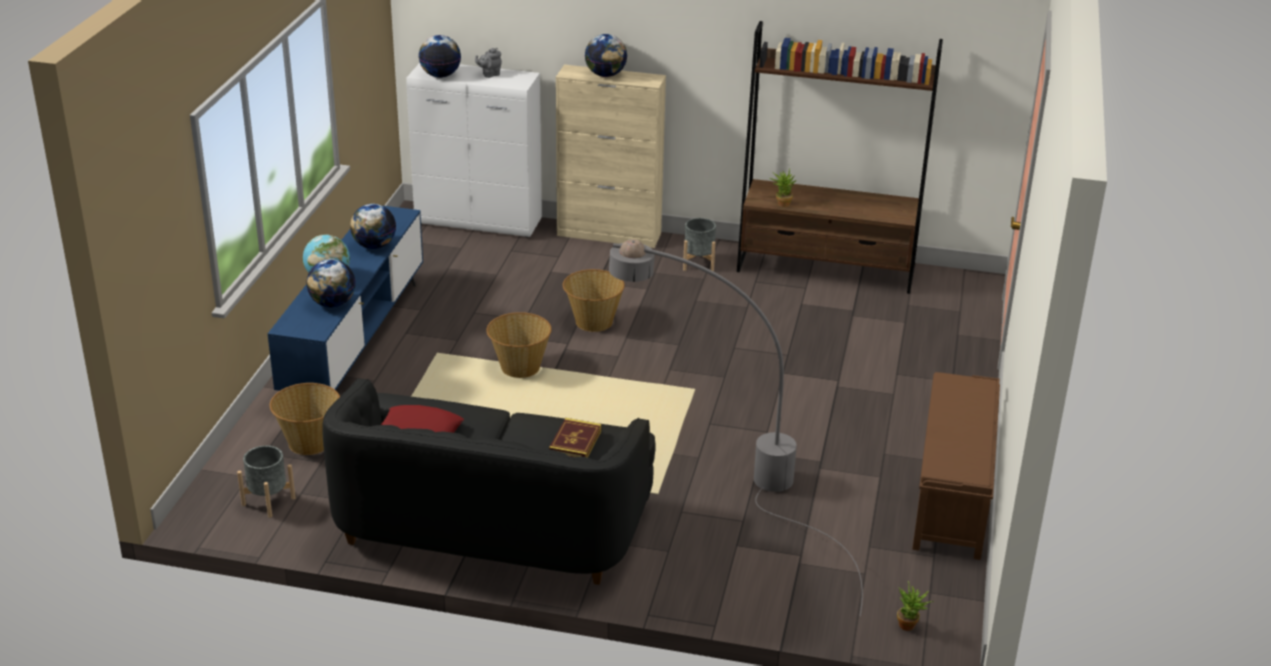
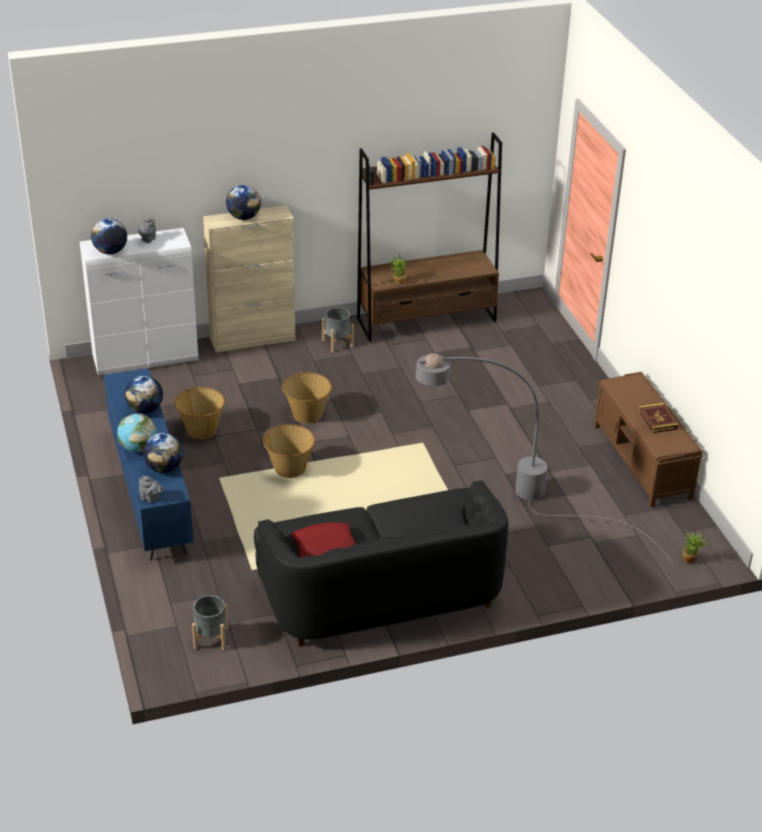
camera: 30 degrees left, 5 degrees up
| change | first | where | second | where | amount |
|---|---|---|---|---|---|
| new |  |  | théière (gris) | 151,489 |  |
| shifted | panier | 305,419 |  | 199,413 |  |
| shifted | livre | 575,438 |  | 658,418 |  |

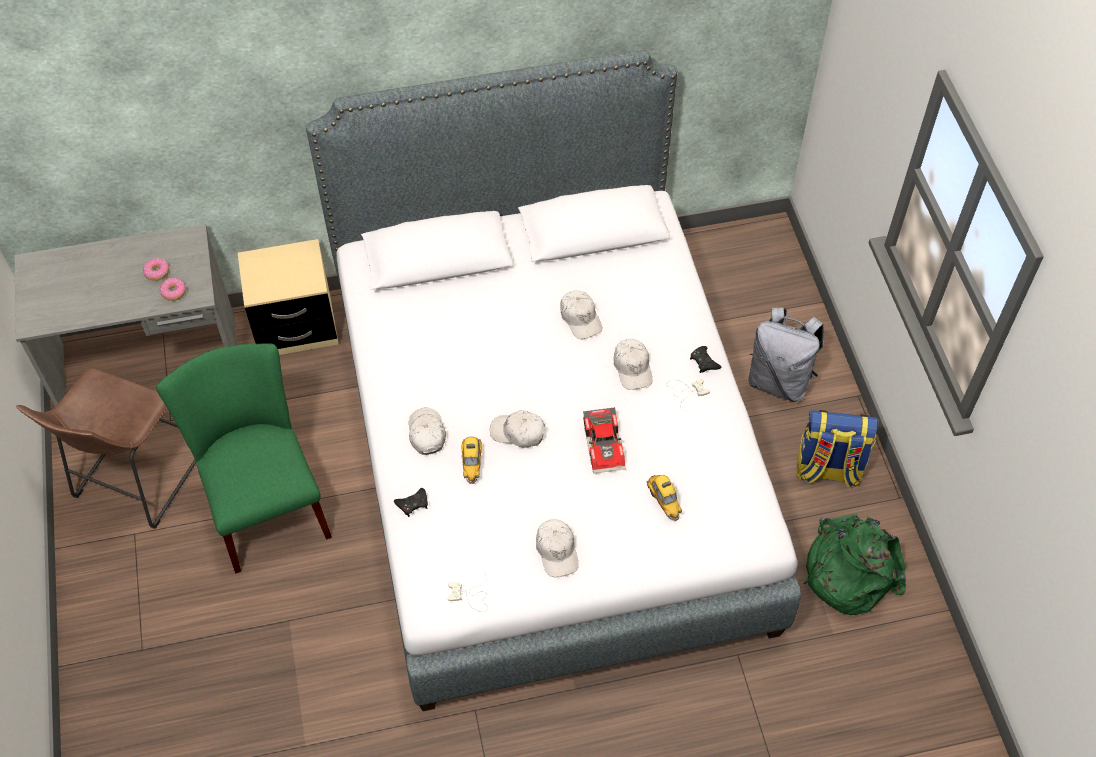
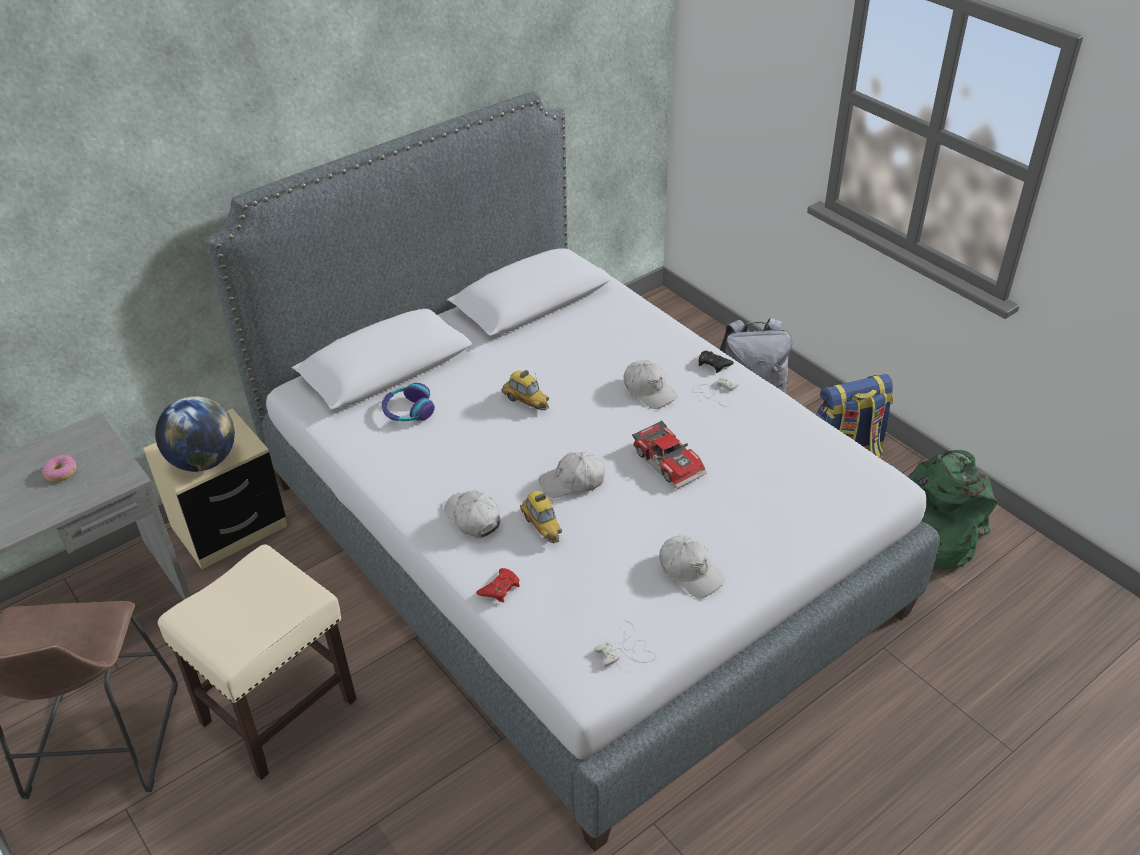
camera: 25 degrees left, 15 degrees down
| change | first | where | second | where | amount |
|---|---|---|---|---|---|
| gone | beignet | 173,289 |  |  |  |
| gone | casquette (blanc) | 582,314 |  |  |  |
| new |  |  | globe | 195,434 |  |
| new |  |  | casque audio | 408,402 |  |
| shifted | petite voiture | 664,498 |  | 525,390 |  |
| swapped | chaise (vert) | 244,458 | tabouret (beige) | 257,662 |  |
| repainted | manette (noir) | 411,502 | manette (rouge) | 498,585 |  |

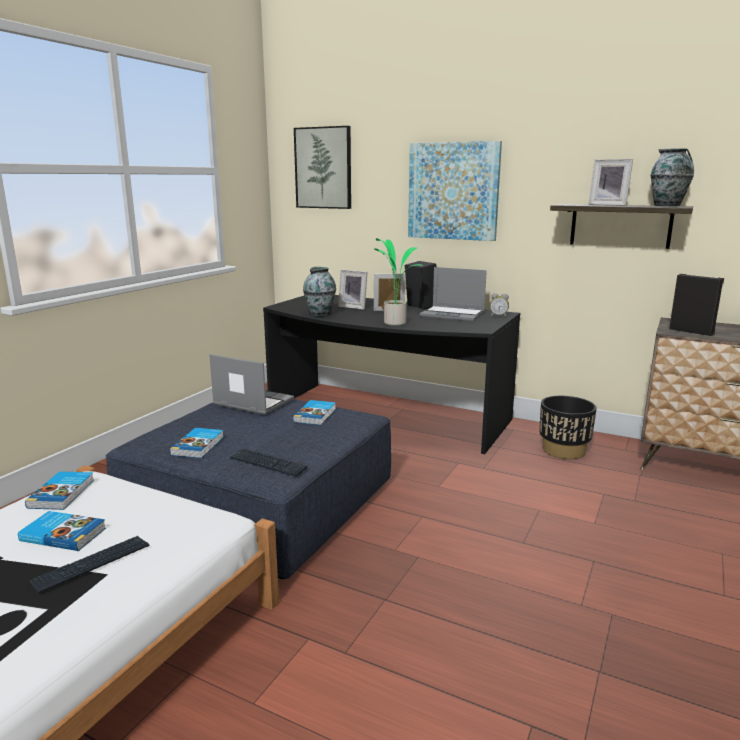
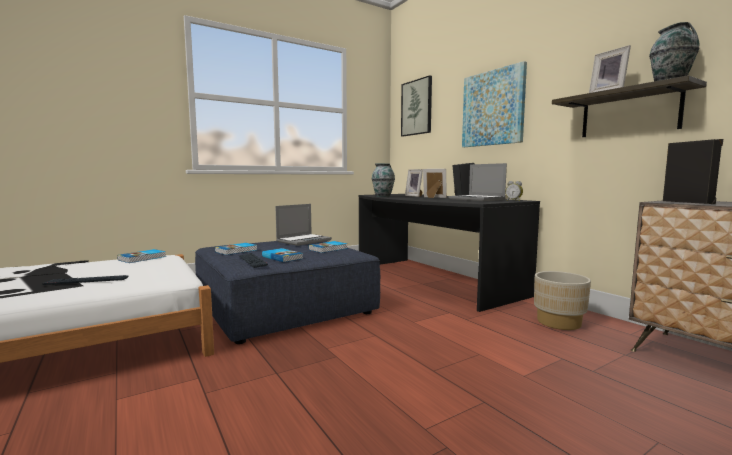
camera: 30 degrees right, 10 degrees down
| change | first | where | second | where | amount |
|---|---|---|---|---|---|
| gone | plante en pot | 398,282 |  |  |  |
| shifted | livre | 62,531 |  | 282,255 |  |
| repainted | cache-pot (noir) | 568,427 | cache-pot (beige) | 562,300 |  |
| rotated | ordinateur portable | 251,384 |  | 303,225 | 75 degrees clockwise |

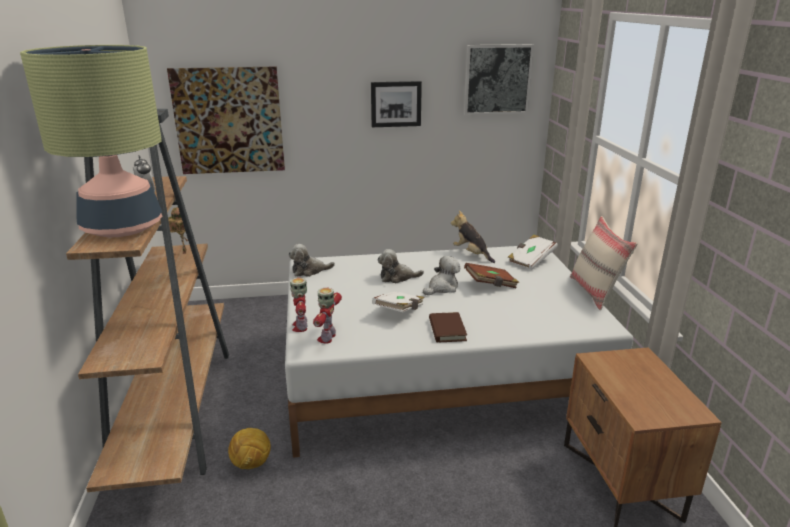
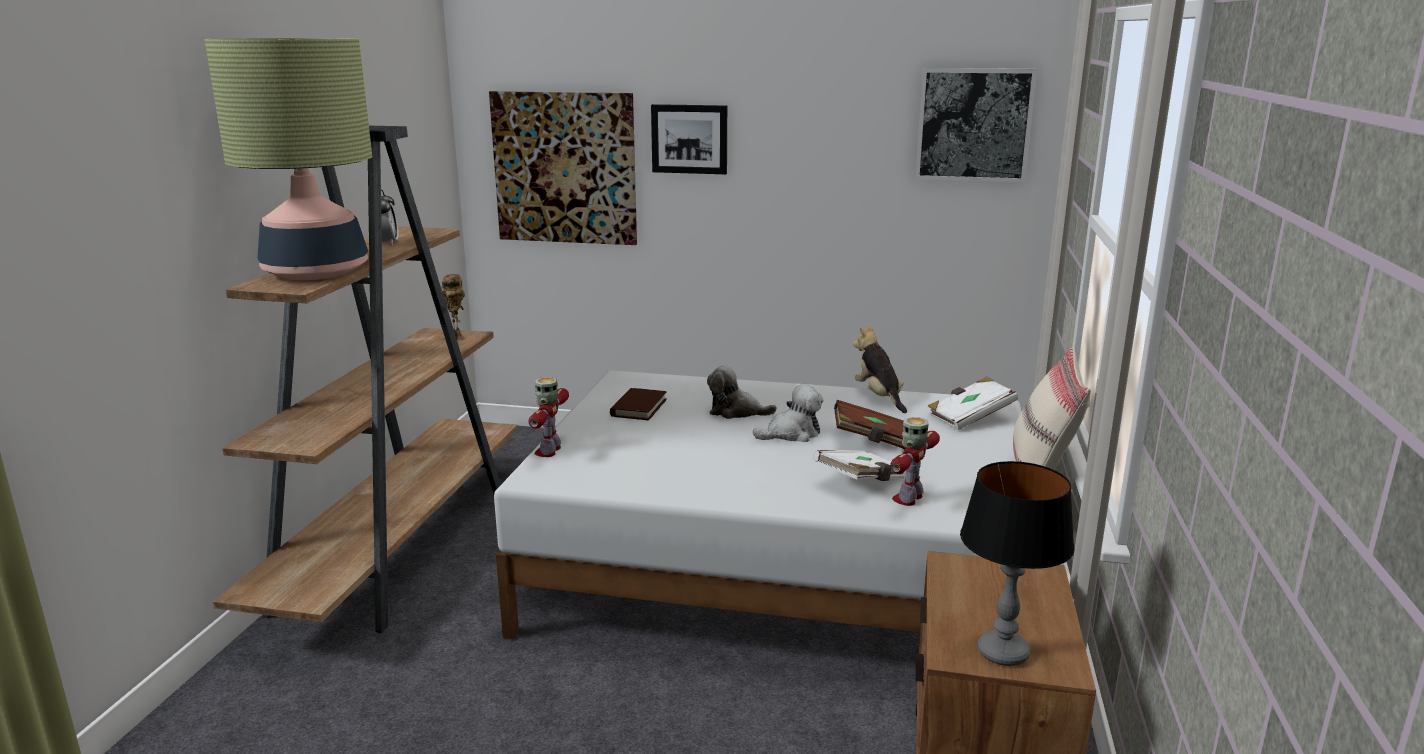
camera: 20 degrees right, 5 degrees down
| change | first | where | second | where | amount |
|---|---|---|---|---|---|
| gone | ballon de foot | 249,448 |  |  |  |
| gone | peluche | 312,260 |  |  |  |
| new |  |  | lampe de table | 1017,563 |  |
| shifted | robot jouet | 327,316 |  | 915,461 |  |
| shifted | tableau | 396,104 |  | 689,139 |  |
| shifted | livre (blanc) | 398,301 |  | 858,465 |  |
| shifted | livre (marron) | 448,327 |  | 638,404 |  |

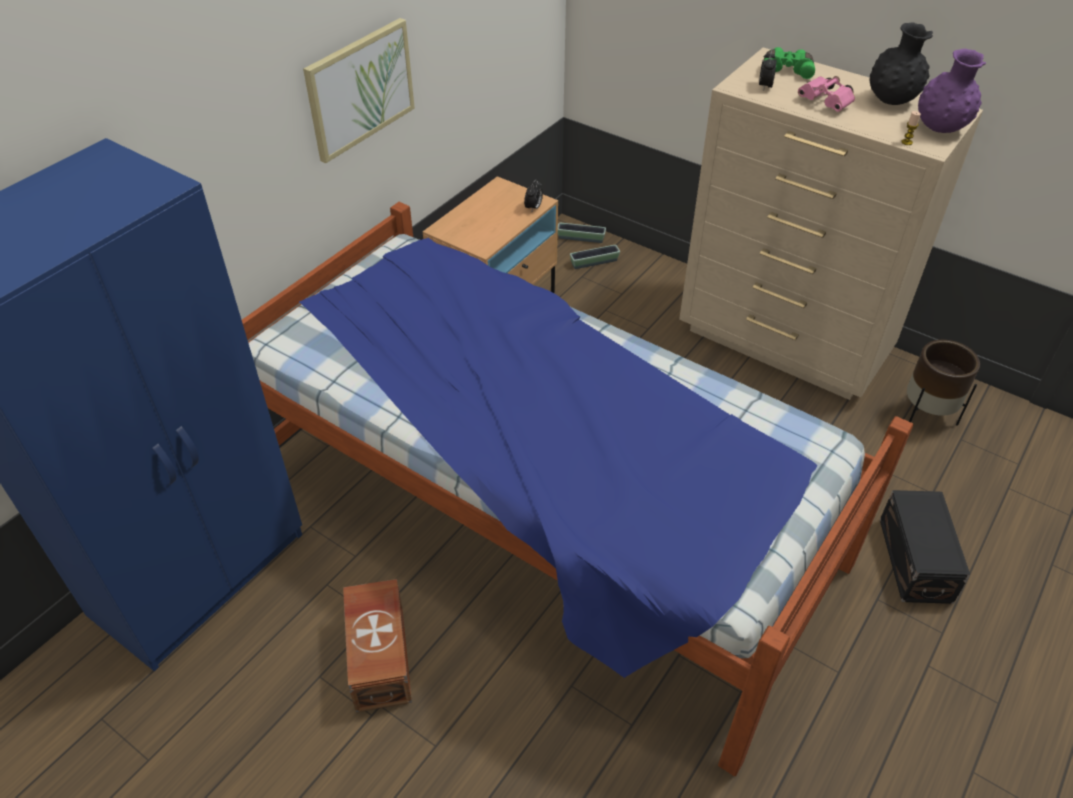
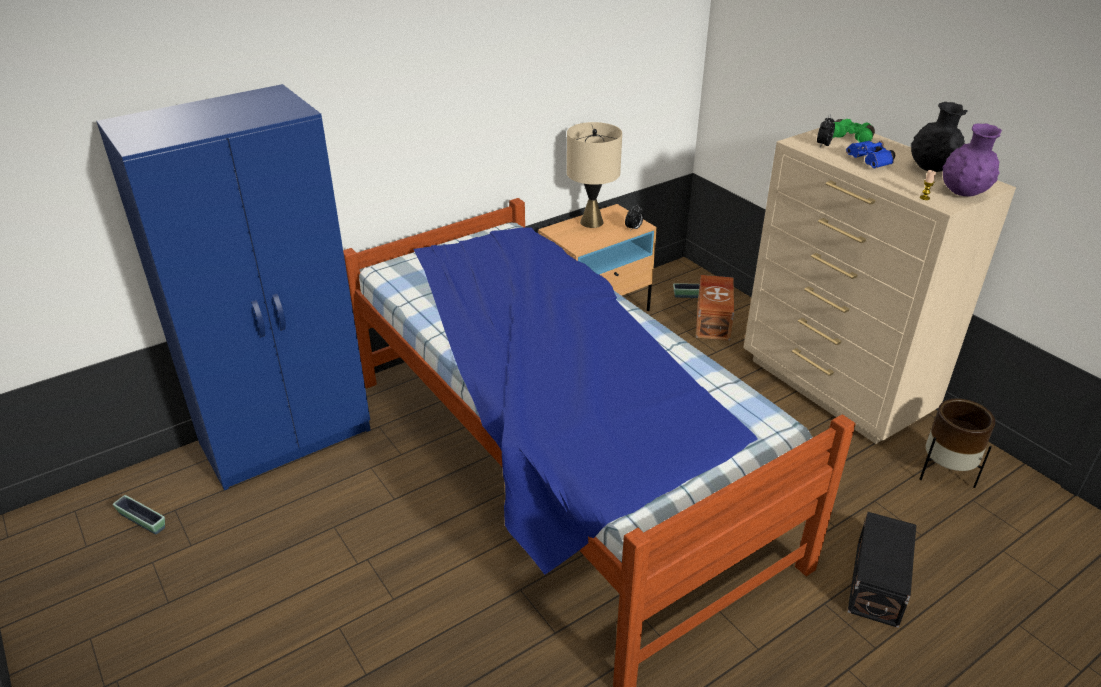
camera: 20 degrees right, 10 degrees down
| change | first | where | second | where | amount |
|---|---|---|---|---|---|
| gone | tableau | 359,90 |  |  |  |
| new |  |  | lampe de table (beige) | 594,175 |  |
| shifted | boîte de rangement (marron) | 377,645 |  | 715,308 |  |
| shifted | cache-pot | 582,233 |  | 139,515 |  |
| repainted | jumelles (rose) | 826,94 | jumelles (bleu) | 870,154 |  |

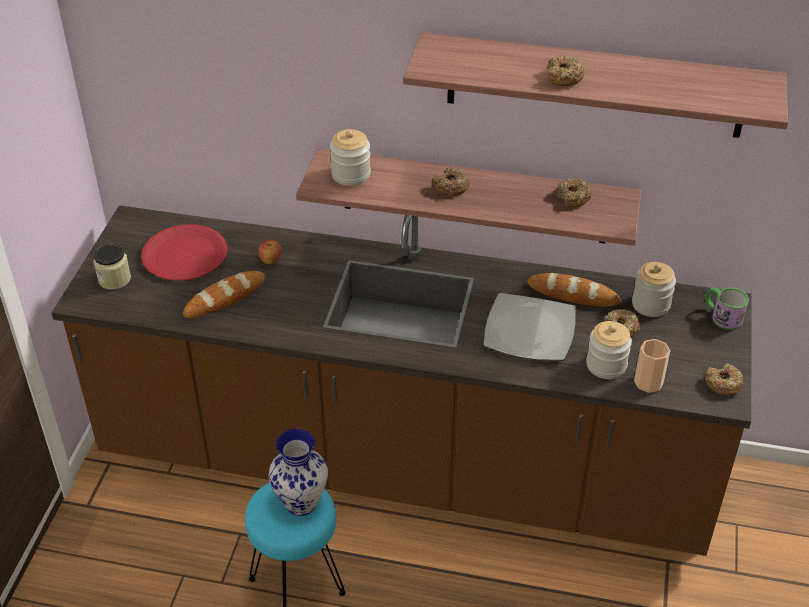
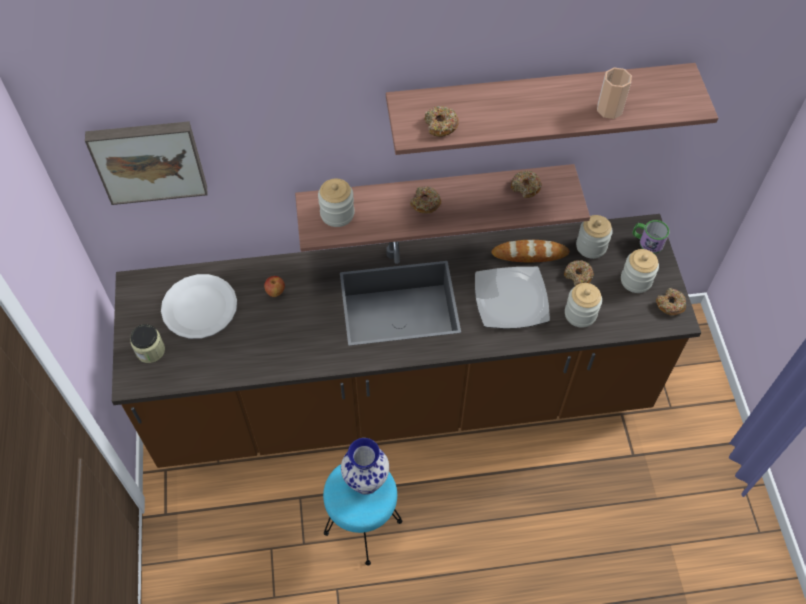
camera: 20 degrees left, 15 degrees up
| change | first | where | second | where | amount |
|---|---|---|---|---|---|
| gone | pain | 224,294 |  |  |  |
| new |  |  | tableau | 146,163 |  |
| new |  |  | bocal | 640,271 |  |
| shifted | beignet | 566,71 |  | 441,121 |  |
| shifted | tasse | 652,366 |  | 614,93 |  |
| repainted | assiette (rouge) | 184,253 | assiette (blanc) | 199,306 |  |

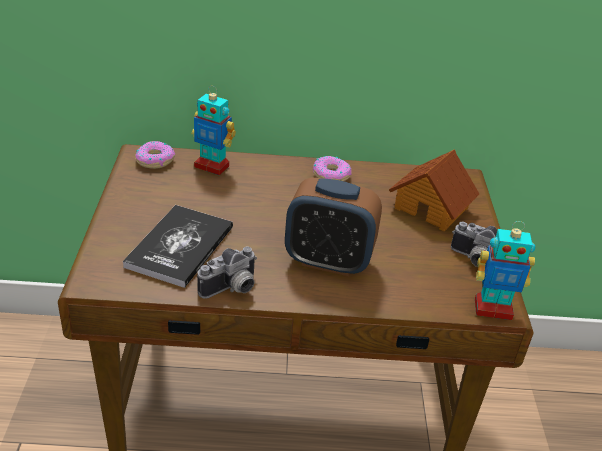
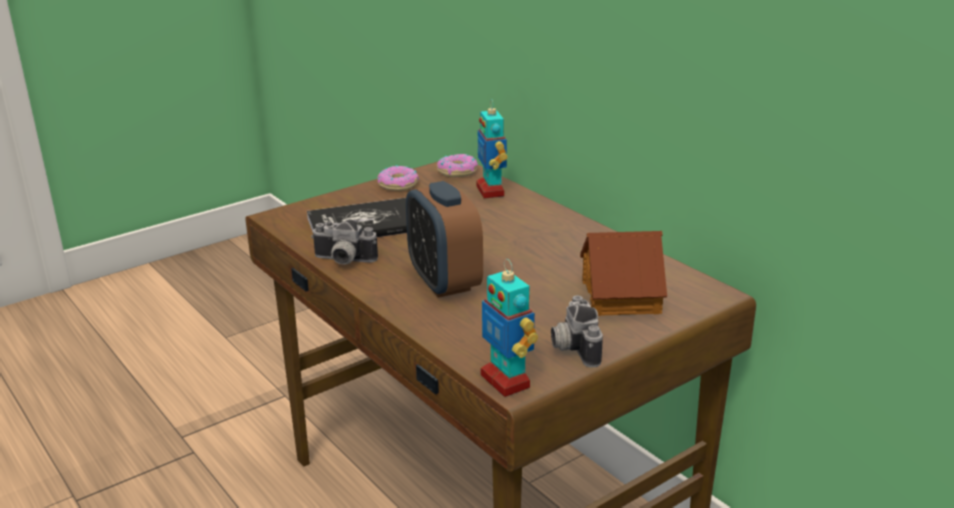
camera: 55 degrees right, 10 degrees down
| change | first | where | second | where | amount |
|---|---|---|---|---|---|
| shifted | beignet | 332,168 |  | 398,178 |  |

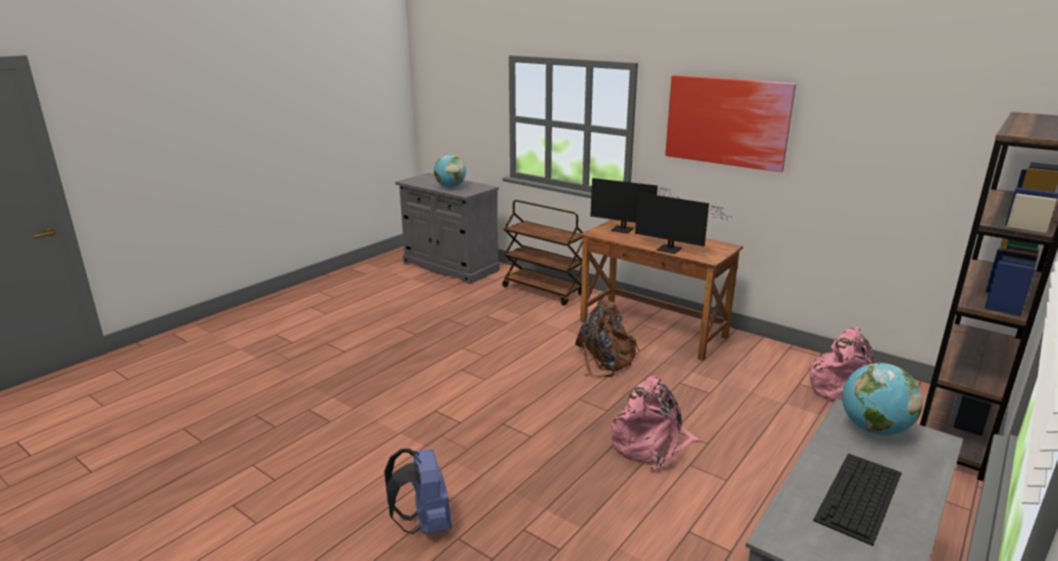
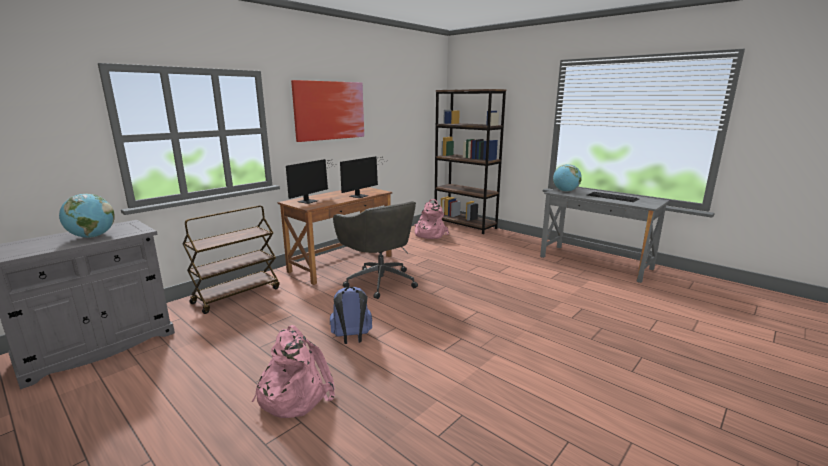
camera: 85 degrees left, 5 degrees down
| change | first | where | second | where | amount |
|---|---|---|---|---|---|
| shifted | sac à dos (bleu) | 418,491 |  | 351,315 |  |
| shifted | sac à dos (rose) | 655,423 |  | 293,371 |  |
| swapped | sac à dos (marron) | 607,336 | chaise de bureau (gris) | 375,250 |  |

